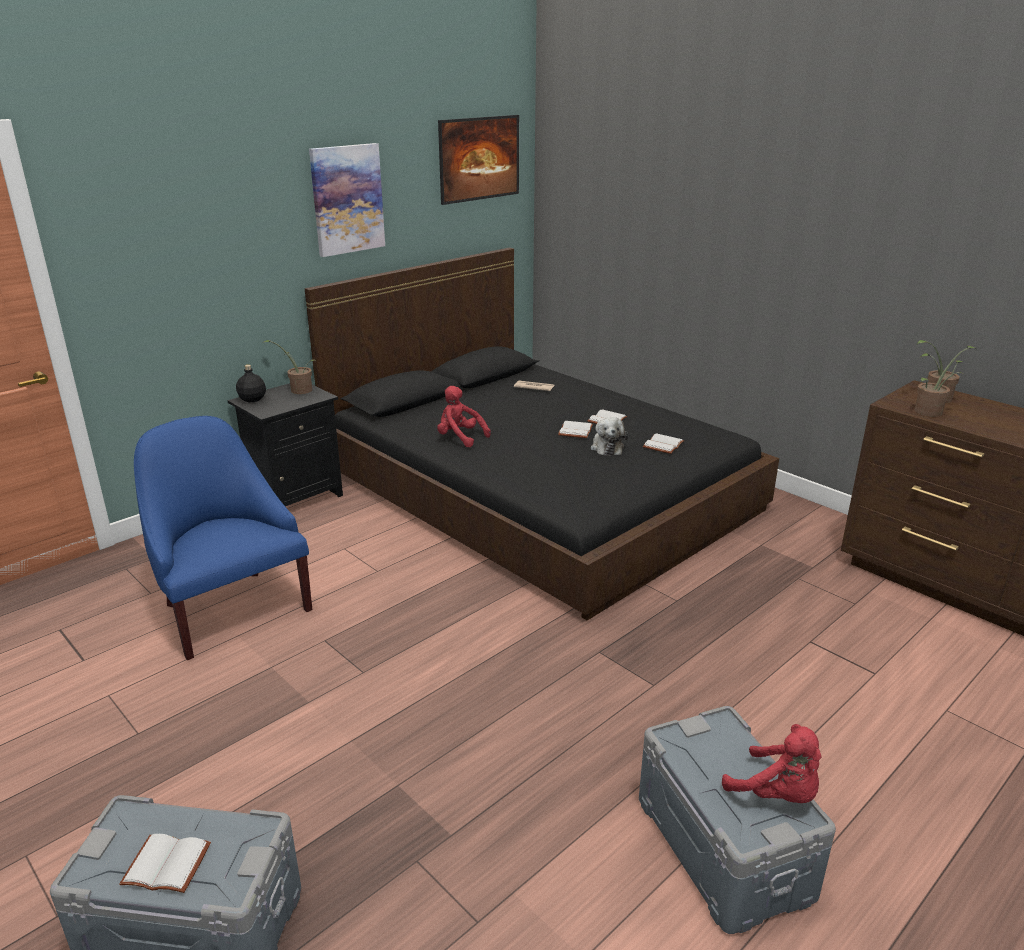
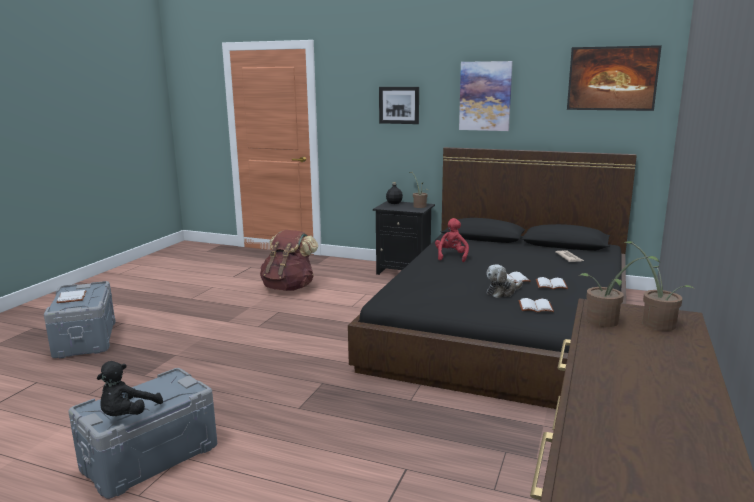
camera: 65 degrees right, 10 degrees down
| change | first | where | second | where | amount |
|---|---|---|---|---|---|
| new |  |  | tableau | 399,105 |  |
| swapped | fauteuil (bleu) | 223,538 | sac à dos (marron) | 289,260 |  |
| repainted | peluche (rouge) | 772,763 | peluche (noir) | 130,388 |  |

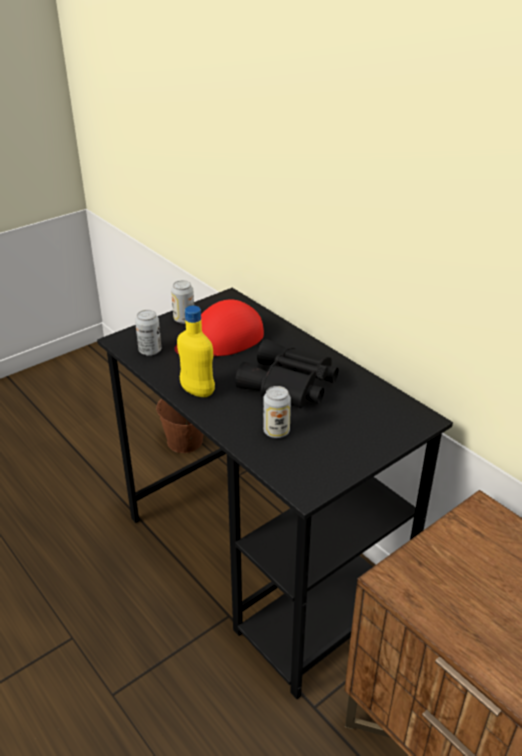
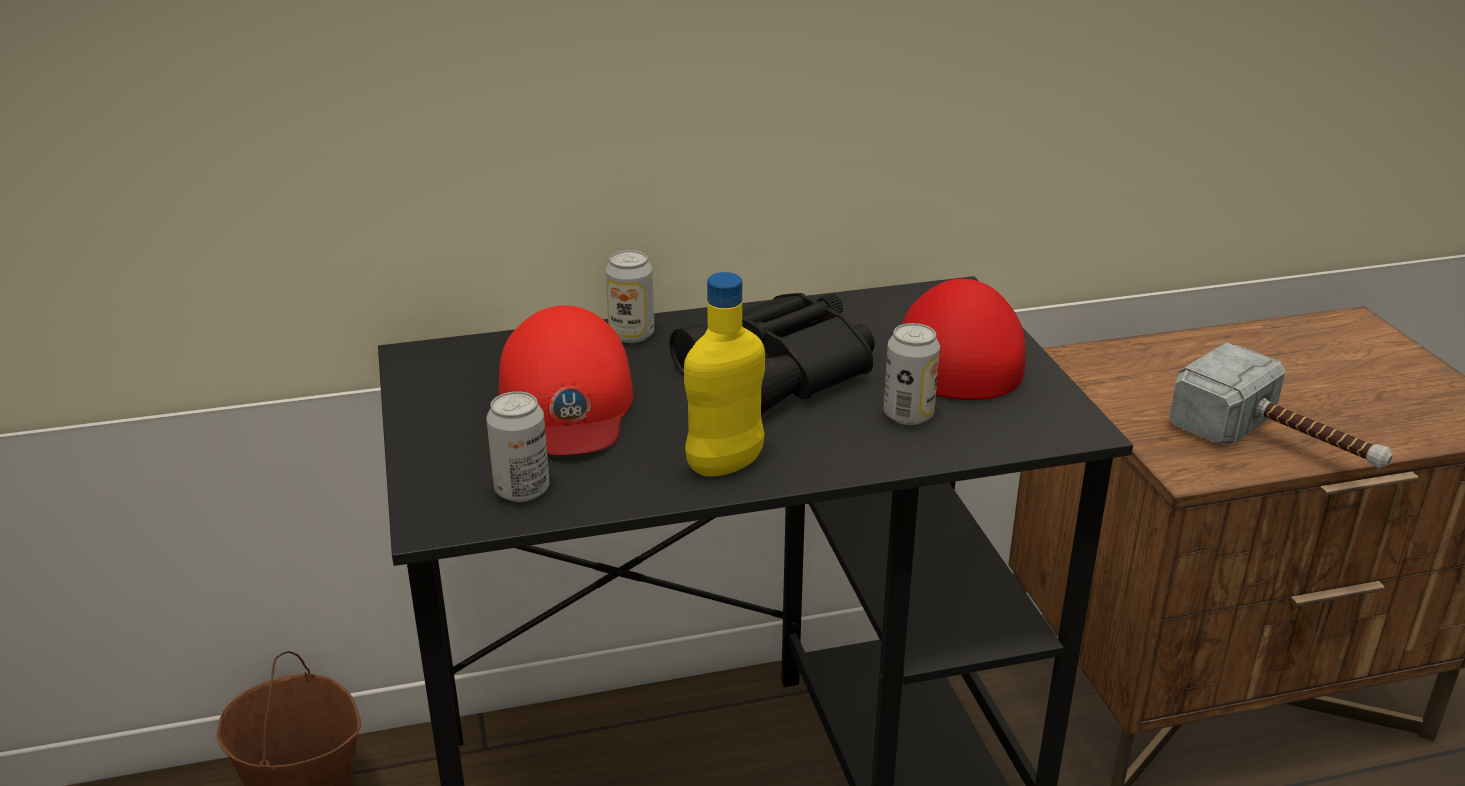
camera: 65 degrees left, 5 degrees down
| change | first | where | second | where | amount |
|---|---|---|---|---|---|
| new |  |  | casquette (rouge) | 963,339 |  |
| new |  |  | marteau | 1281,405 |  |
| shifted | boîte métallique | 182,302 |  | 630,296 |  |

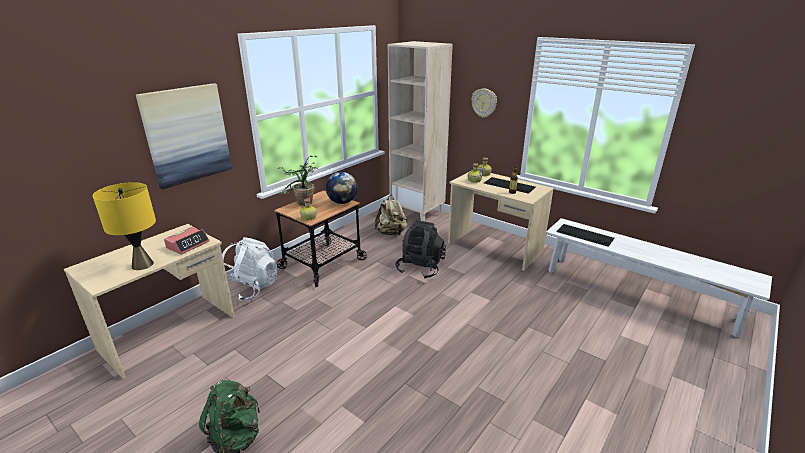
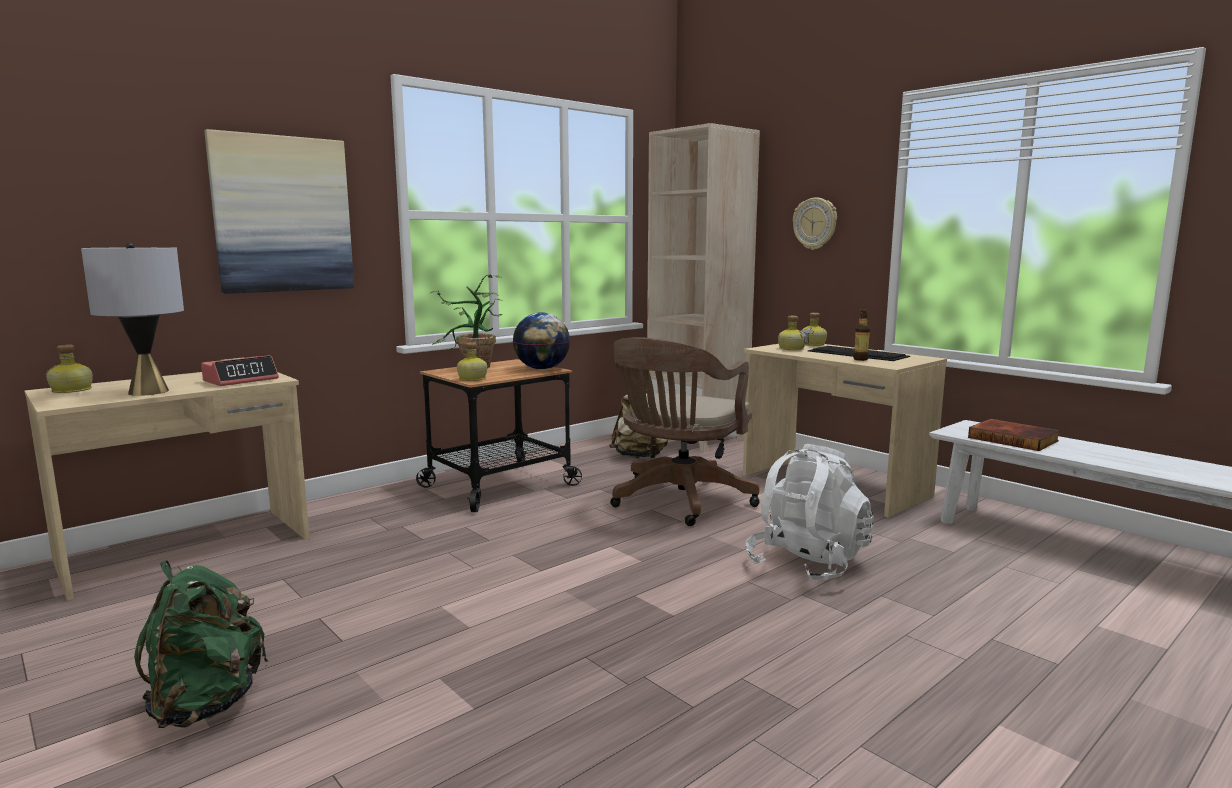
camera: 10 degrees right, 15 degrees down
| change | first | where | second | where | amount |
|---|---|---|---|---|---|
| new |  |  | bouteille | 69,369 |  |
| shifted | sac à dos (blanc) | 249,269 |  | 809,513 |  |
| swapped | sac à dos (noir) | 420,249 | chaise de bureau (marron) | 685,431 |  |
| swapped | clavier | 585,235 | livre | 1014,435 |  |
| repainted | lampe de table (jaune) | 124,226 | lampe de table (gris) | 132,319 |  |

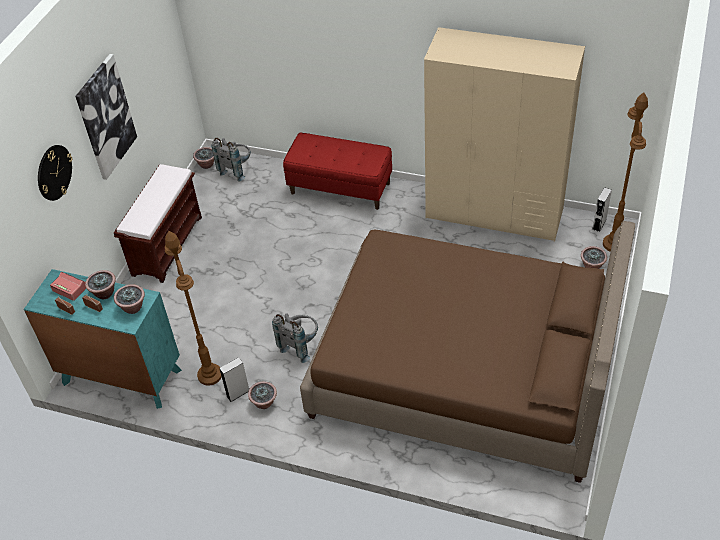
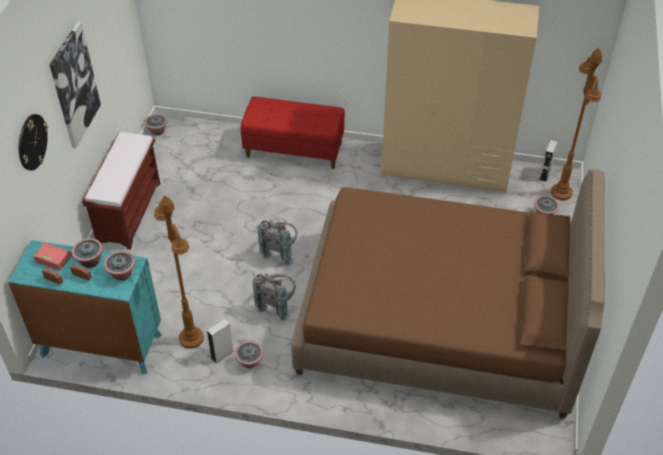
camera: 10 degrees left, 0 degrees up
| change | first | where | second | where | amount |
|---|---|---|---|---|---|
| shifted | sac à dos (gris) | 231,160 |  | 278,242 |  |

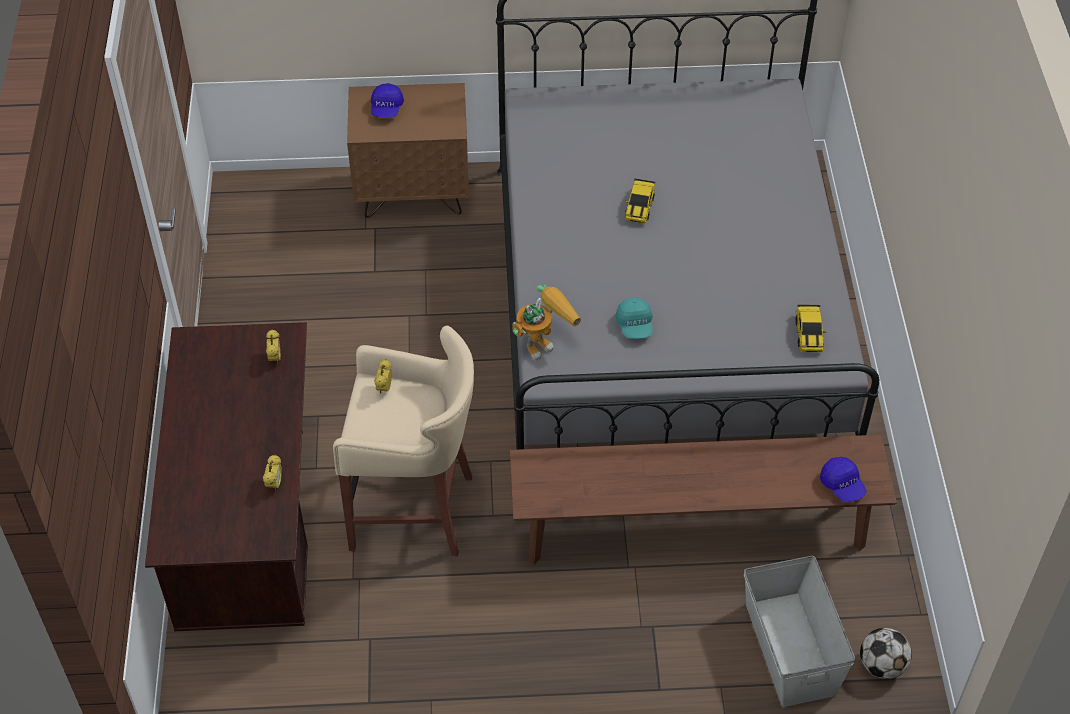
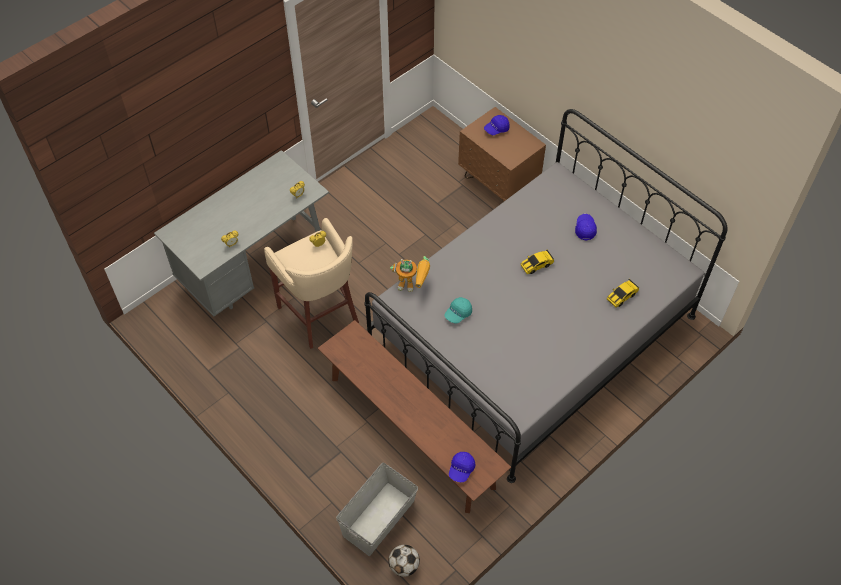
camera: 50 degrees right, 5 degrees up
| change | first | where | second | where | amount |
|---|---|---|---|---|---|
| new |  |  | casquette (bleu) | 586,227 |  |
| shifted | petite voiture | 810,328 |  | 623,293 |  |
| repainted | bureau (marron) | 226,477 | bureau (gris) | 241,233 |  |

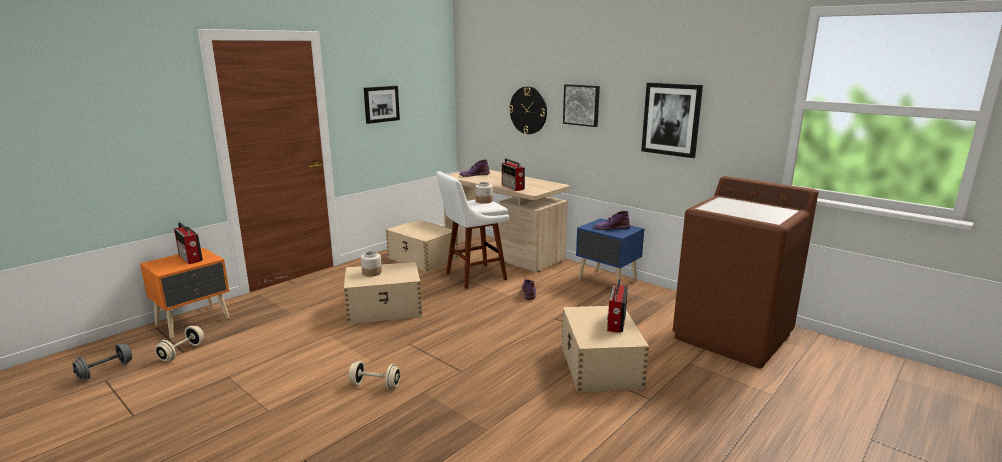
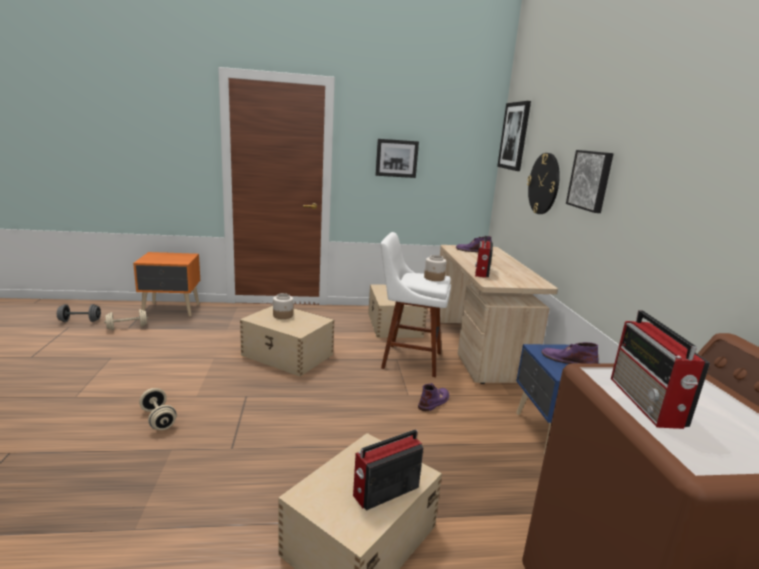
camera: 40 degrees right, 0 degrees up
| change | first | where | second | where | amount |
|---|---|---|---|---|---|
| shifted | radio | 188,243 |  | 660,369 |  |
| shifted | tableau | 672,120 |  | 514,136 |  |

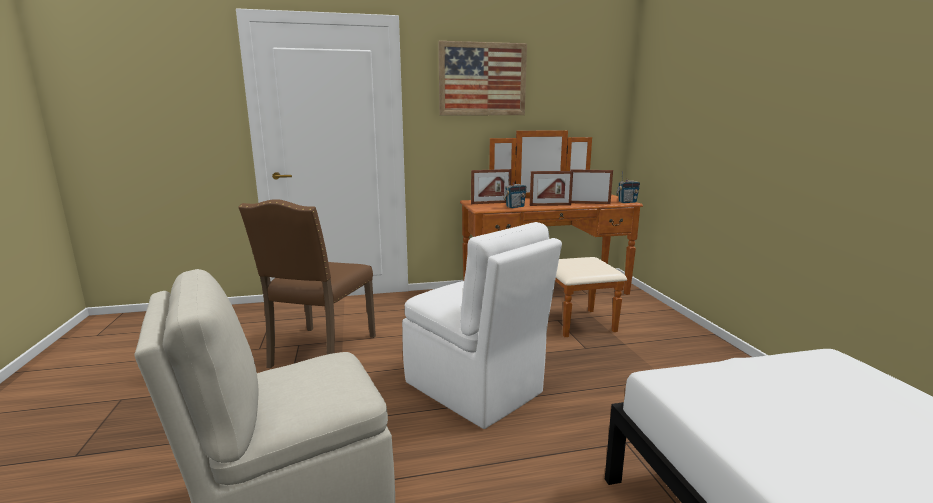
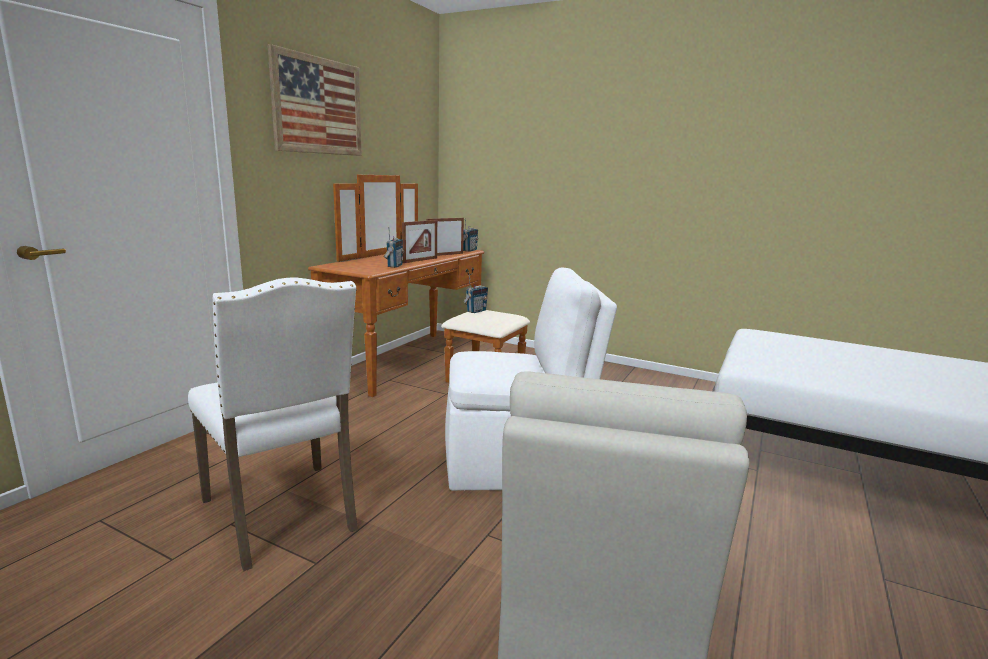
camera: 50 degrees left, 0 degrees up
| change | first | where | second | where | amount |
|---|---|---|---|---|---|
| gone | cadre photo | 491,186 |  |  |  |
| new |  |  | radio | 476,294 |  |
| repainted | chaise (marron) | 307,283 | chaise (blanc) | 273,424 |  |

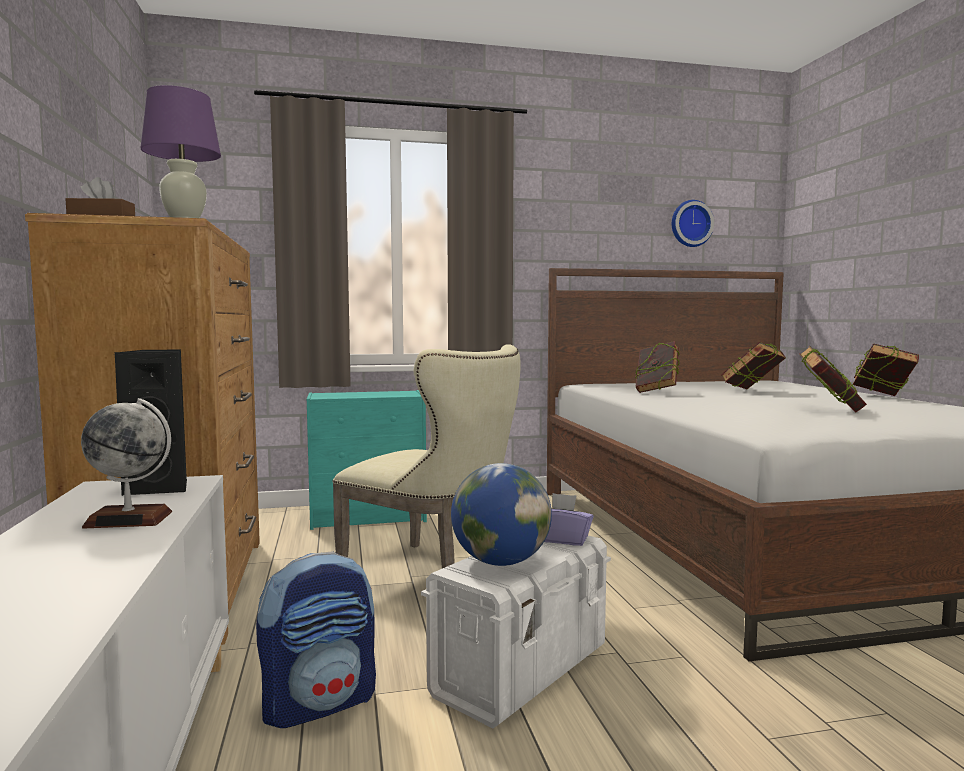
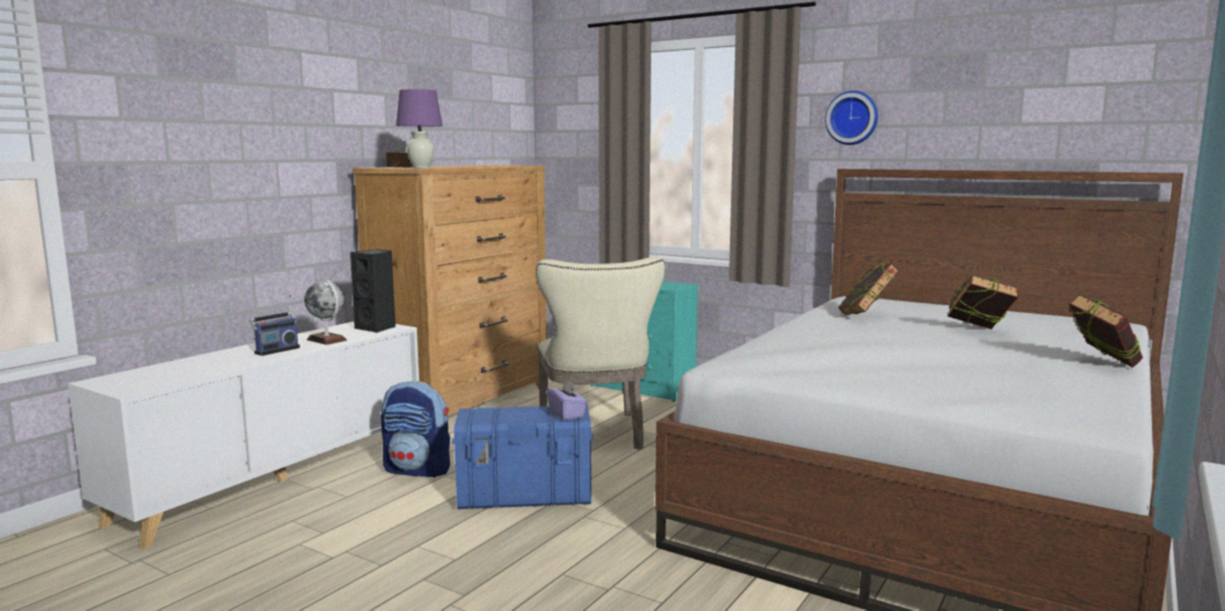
camera: 45 degrees right, 5 degrees up
| change | first | where | second | where | amount |
|---|---|---|---|---|---|
| gone | globe | 501,514 |  |  |  |
| gone | livre | 833,379 |  |  |  |
| new |  |  | radio | 275,325 |  |
| shifted | horloge murale | 693,223 |  | 851,118 |  |
| repainted | boîte de rangement (blanc) | 516,631 | boîte de rangement (bleu) | 523,457 |  |

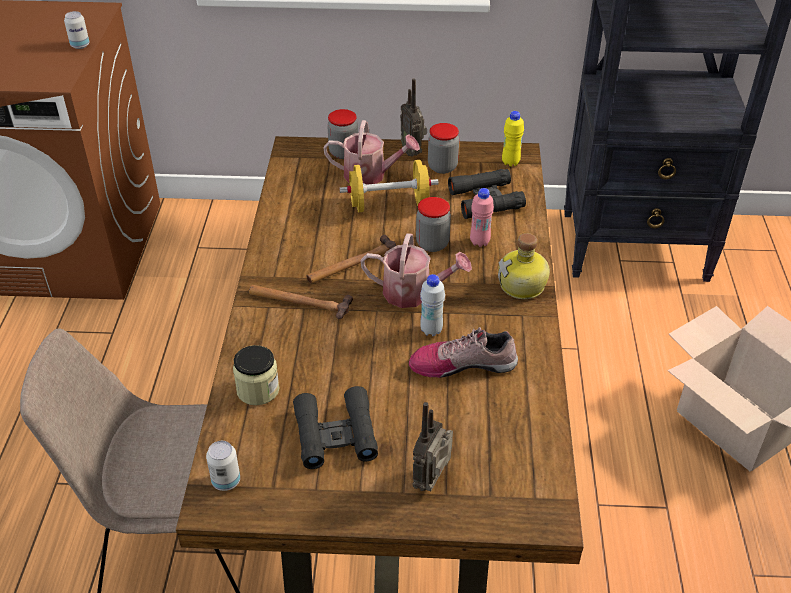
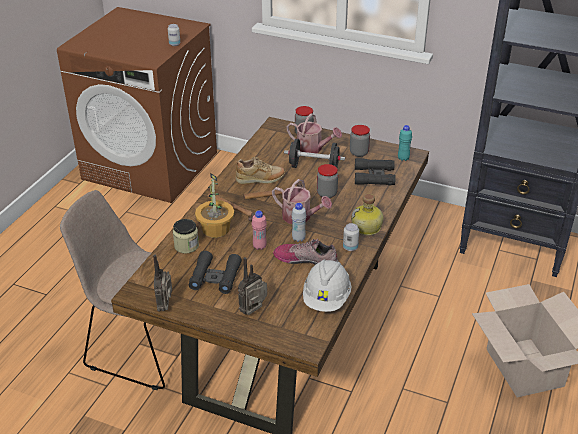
camera: 20 degrees right, 5 degrees down
| change | first | where | second | where | amount |
|---|---|---|---|---|---|
| new |  |  | plante en pot | 214,205 |  |
| new |  |  | chaussure (beige) | 260,170 |  |
| new |  |  | casque de chantier (blanc) | 327,285 |  |
| shifted | boîte métallique | 223,466 |  | 351,237 |  |
| shifted | radio | 413,118 |  | 162,283 |  |
| shifted | bouteille (rose) | 482,217 |  | 259,230 |  |
| repainted | haltère (jaune) | 389,186 | haltère (noir) | 314,153 |  |
| repainted | bouteille (jaune) | 513,139 | bouteille (turquoise) | 405,143 |  |

